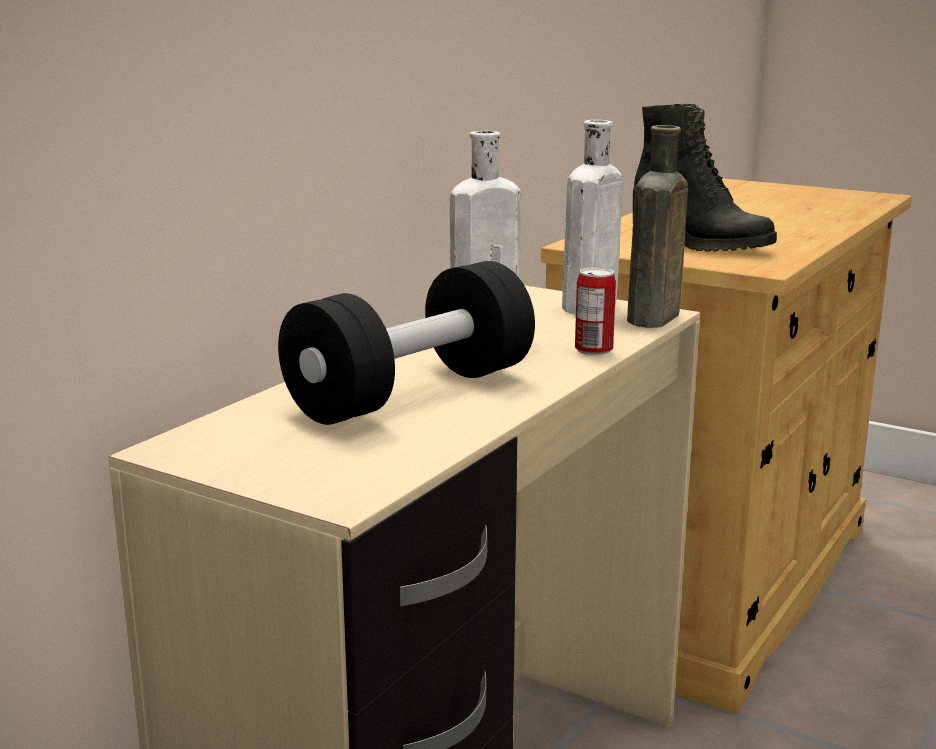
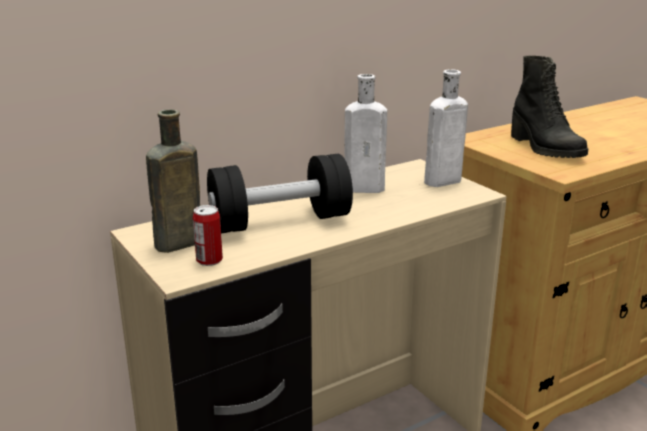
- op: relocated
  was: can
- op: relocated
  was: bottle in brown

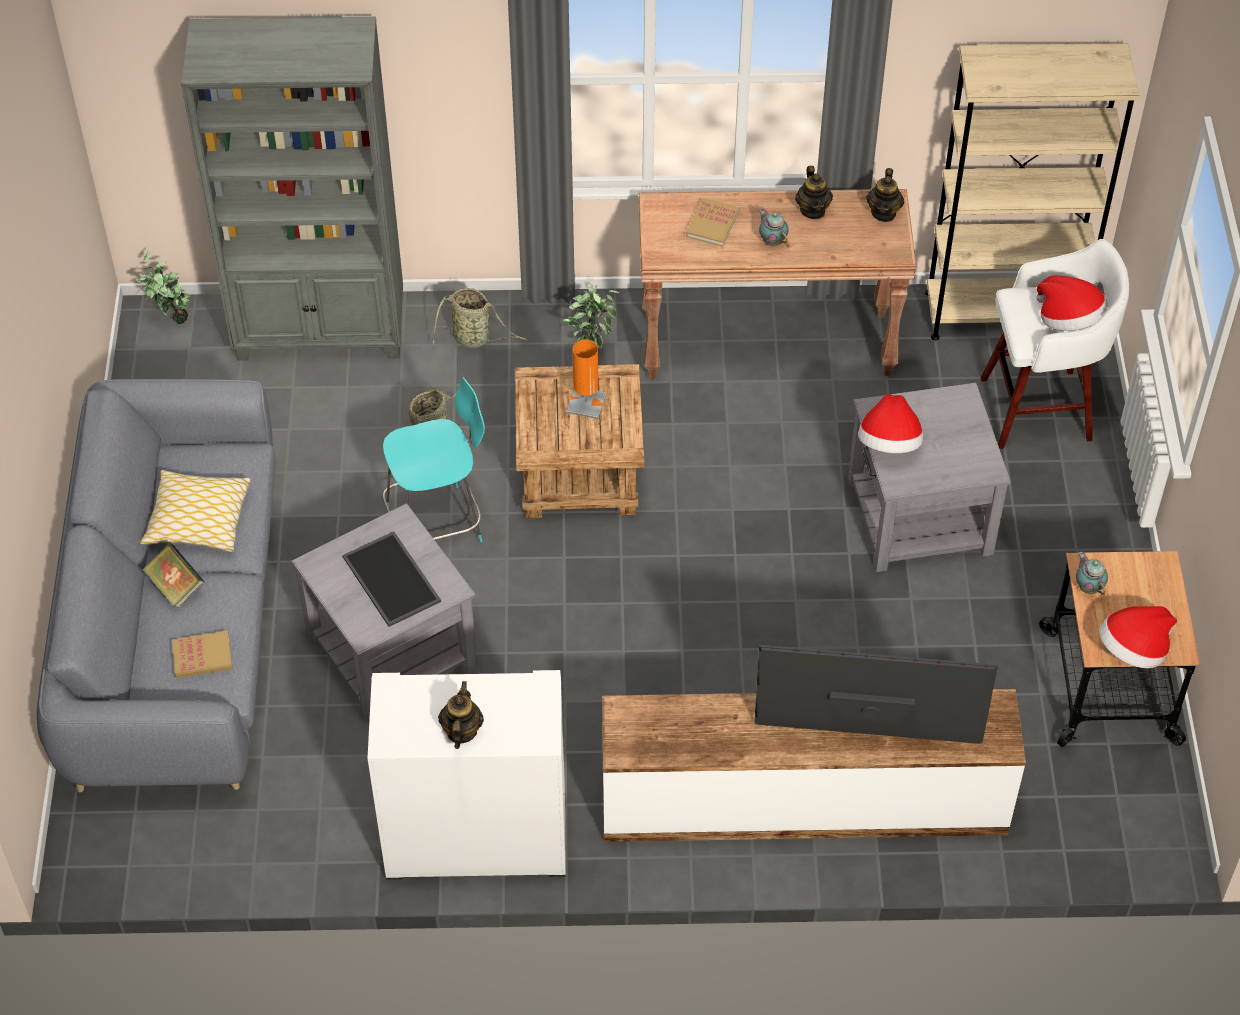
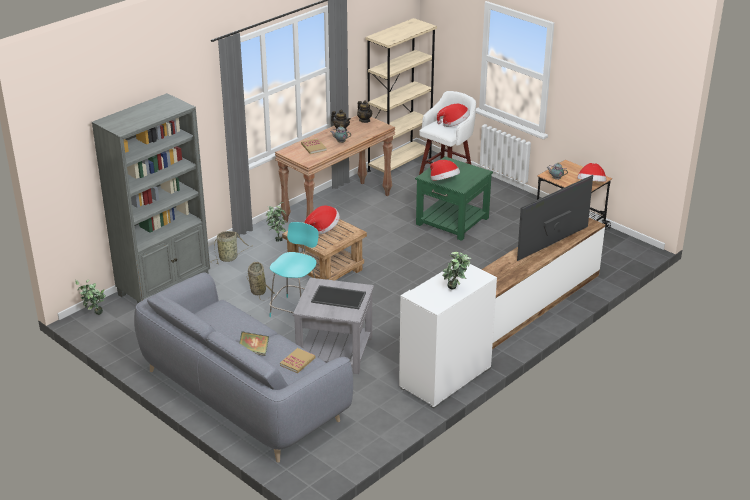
- op: missing
  was: pillow
- op: exchanged
  was: teapot (no. 1 from left)
  now: potted plant (no. 3 from left)
- op: exchanged
  was: table lamp in orange
  now: hat (no. 1 from left)
- op: colour
  was: side table in grey (no. 2 from left)
  now: side table in green

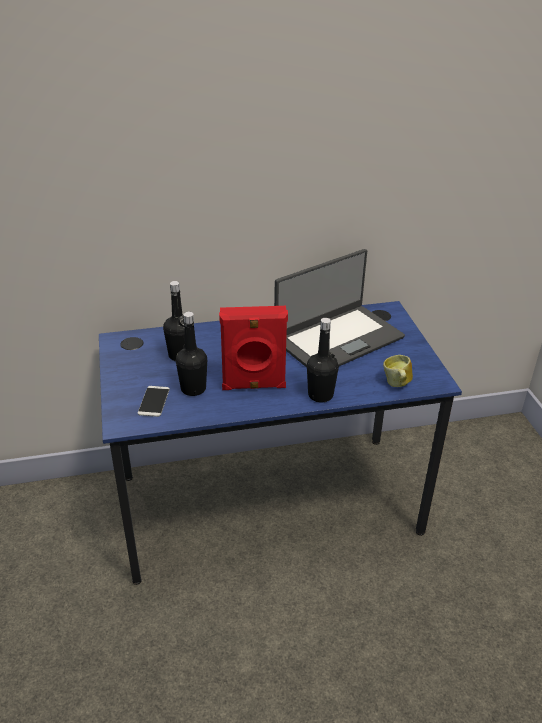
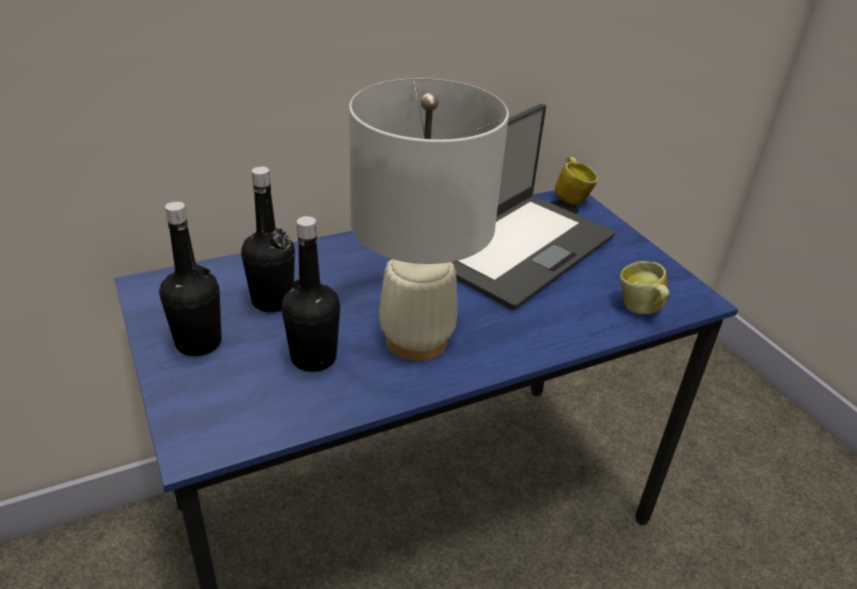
- op: missing
  was: phone
- op: exchanged
  was: speaker in red
  now: table lamp in white
- op: relocated
  was: bottle in black (no. 3 from left in the first image)
  now: bottle in black (no. 1 from left)
- op: appeared
  now: mug (no. 1 from left)

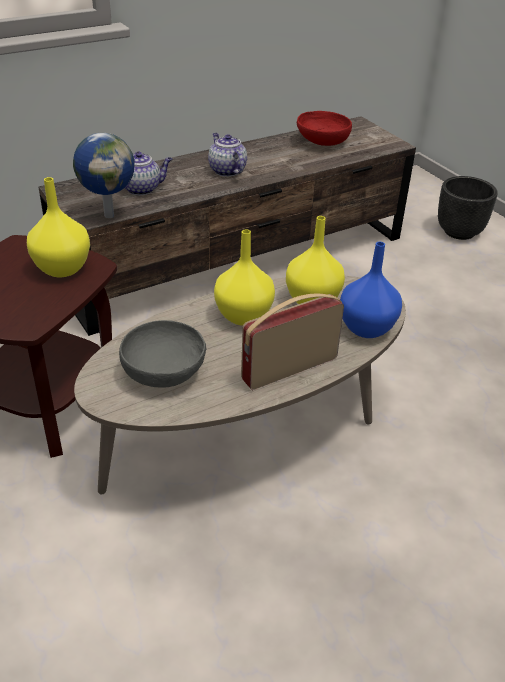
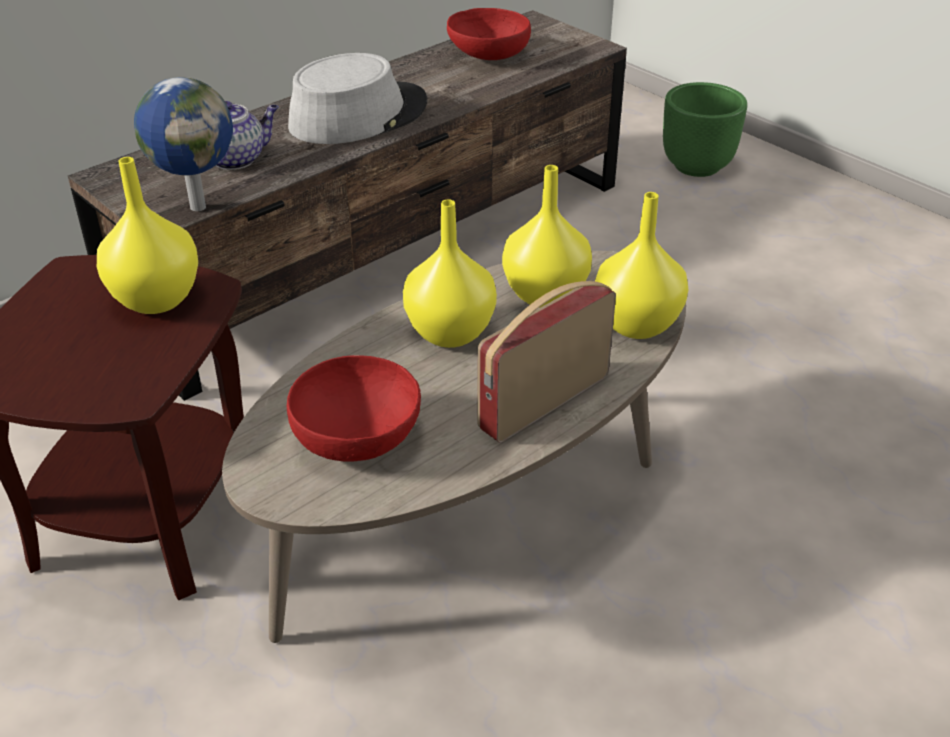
- op: colour
  was: bowl in grey
  now: bowl in red (no. 1 from left)
- op: exchanged
  was: teapot (no. 2 from left)
  now: hat in grey
- op: colour
  was: vase in blue
  now: vase in yellow (no. 4 from left)
- op: colour
  was: planter in black
  now: planter in green

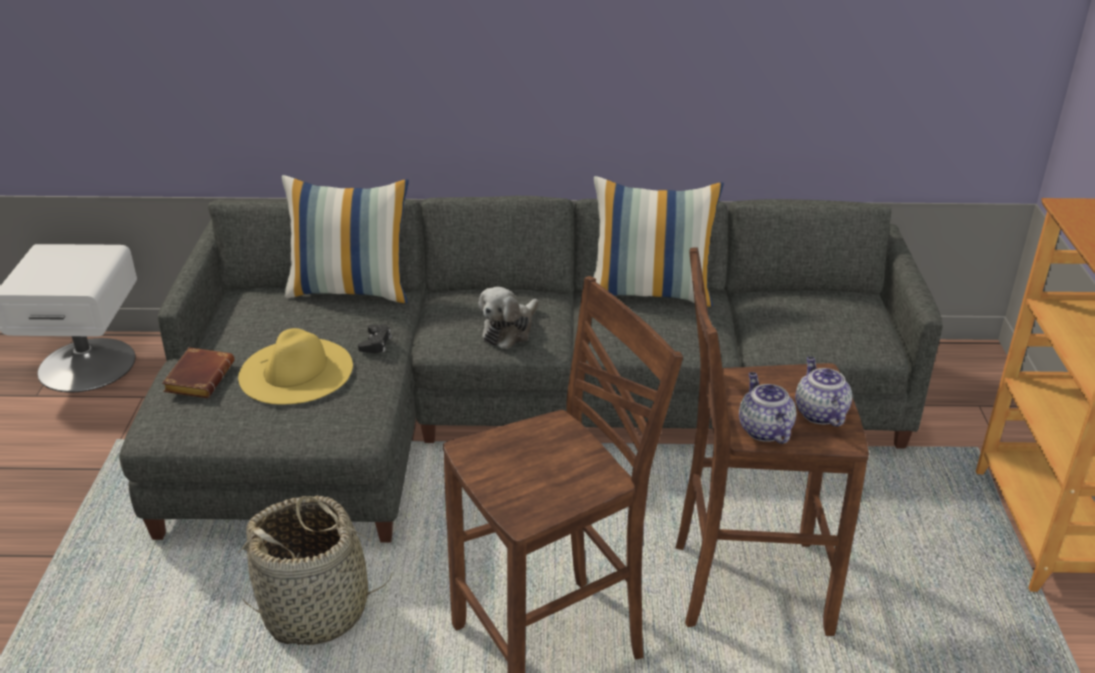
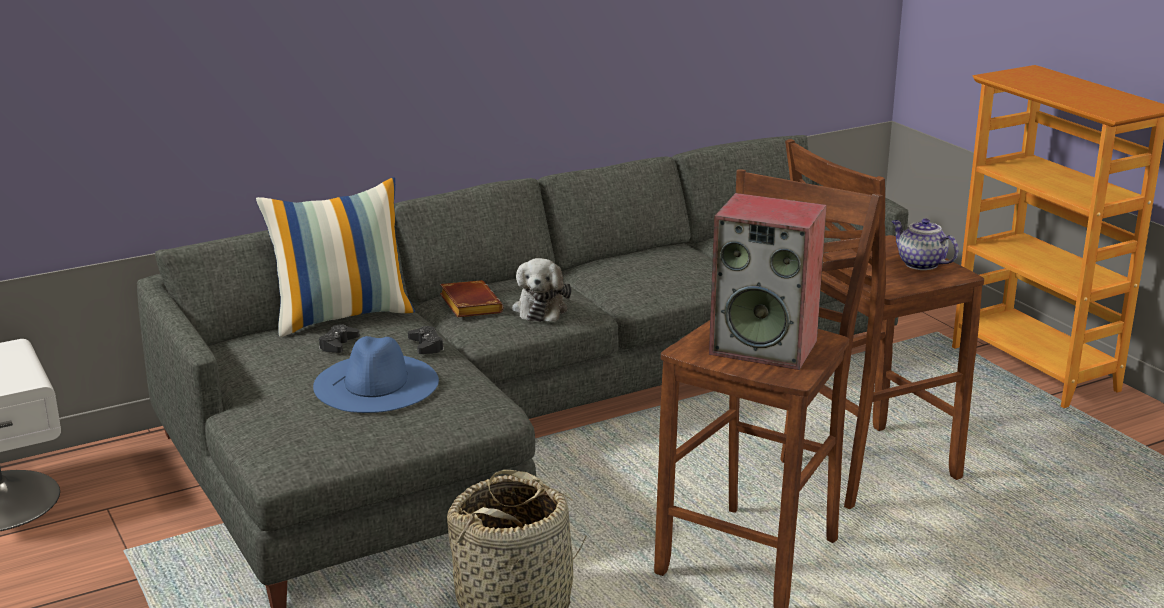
- op: relocated
  was: book in brown
- op: colour
  was: hat in yellow
  now: hat in blue
- op: missing
  was: pillow (no. 2 from left)
- op: missing
  was: teapot (no. 1 from left)
- op: appeared
  now: game controller in black (no. 1 from left)
- op: appeared
  now: speaker

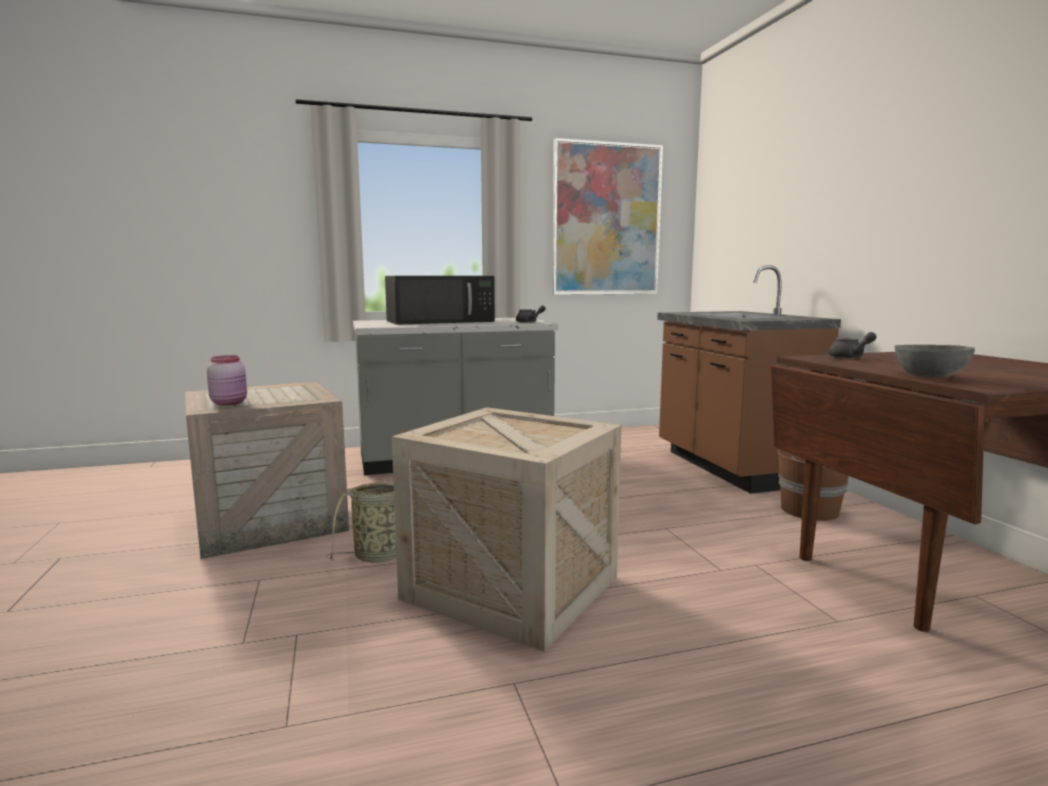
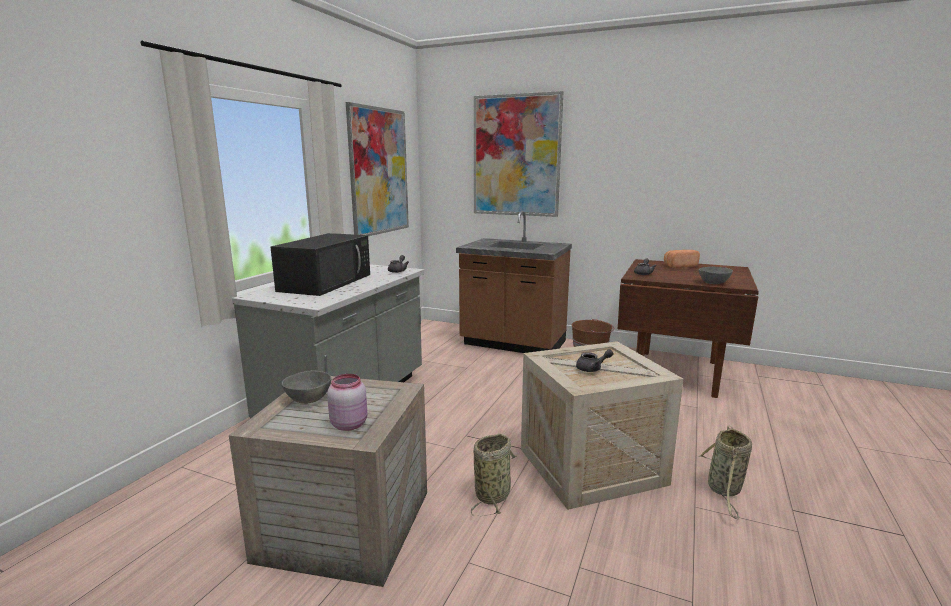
- op: appeared
  now: bowl in grey (no. 1 from left)
- op: appeared
  now: picture (no. 2 from left)
- op: appeared
  now: teapot in grey (no. 2 from left)
- op: appeared
  now: bread
- op: appeared
  now: basket (no. 2 from left)

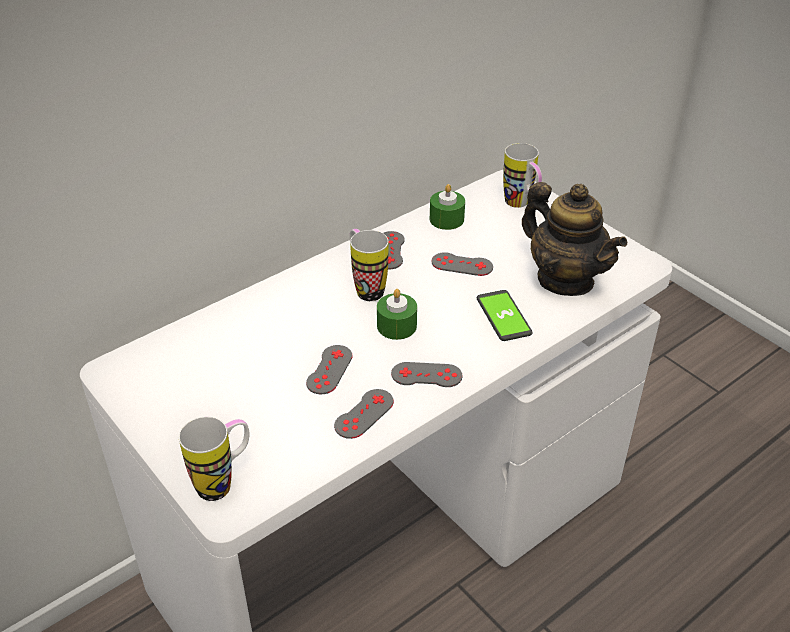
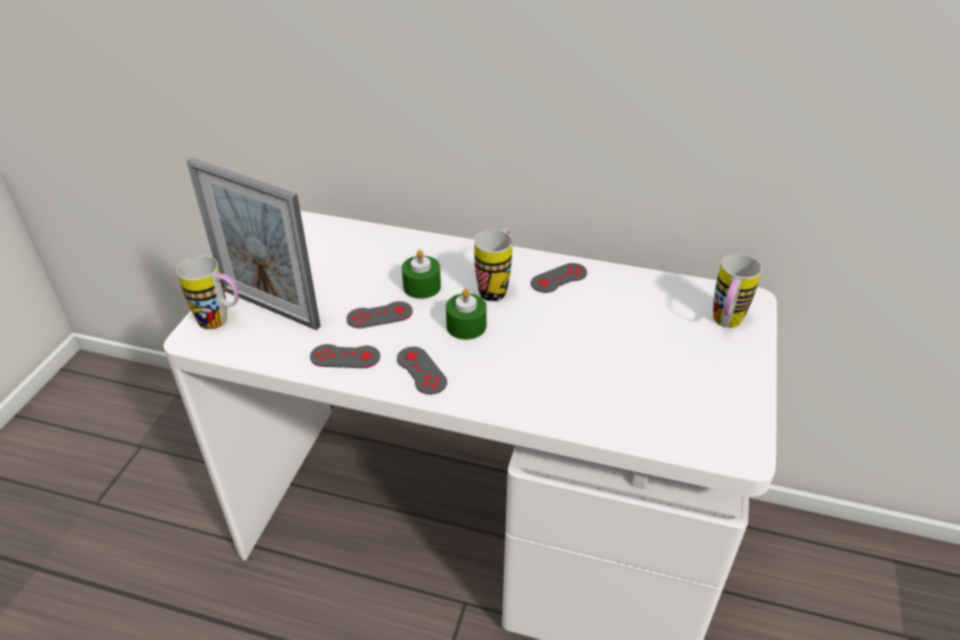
- op: relocated
  was: candle in green (no. 2 from left in the first image)
  now: candle in green (no. 1 from left)
- op: missing
  was: game controller in grey (no. 5 from left)
- op: missing
  was: phone
- op: missing
  was: teapot
- op: appeared
  now: picture frame

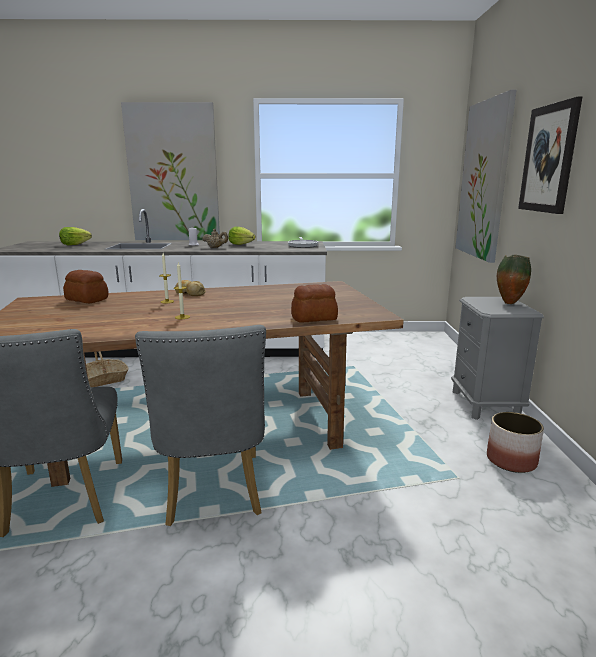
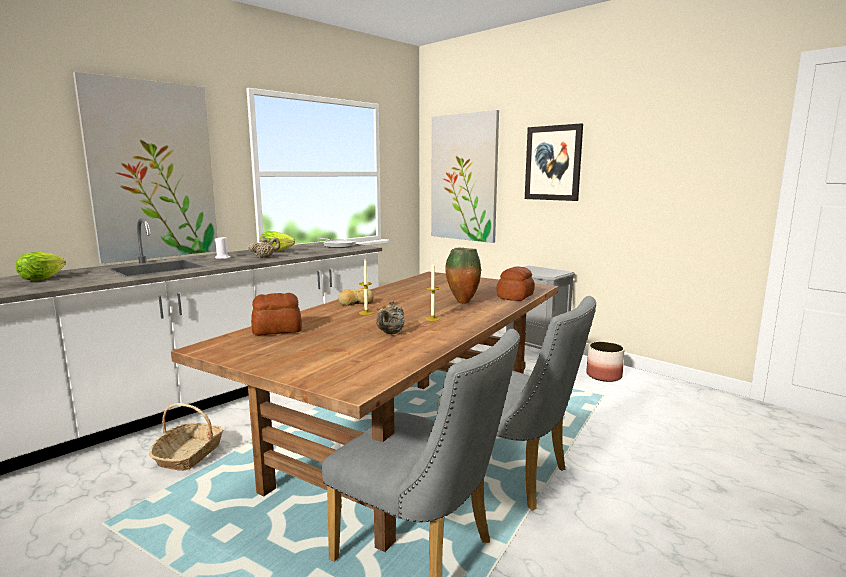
- op: relocated
  was: vase
- op: appeared
  now: teapot in beige (no. 2 from left)

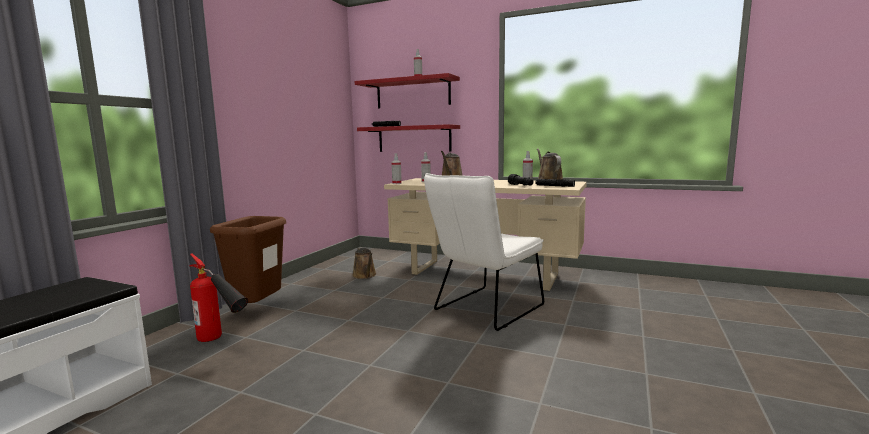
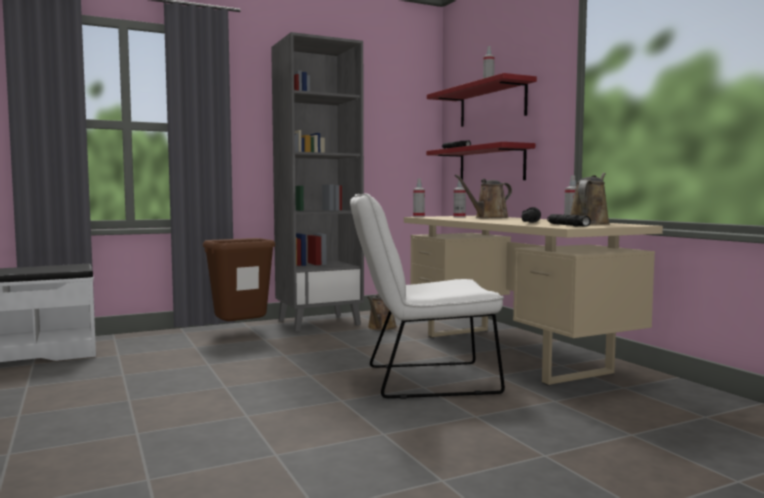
- op: missing
  was: fire extinguisher
- op: appeared
  now: bookcase in grey

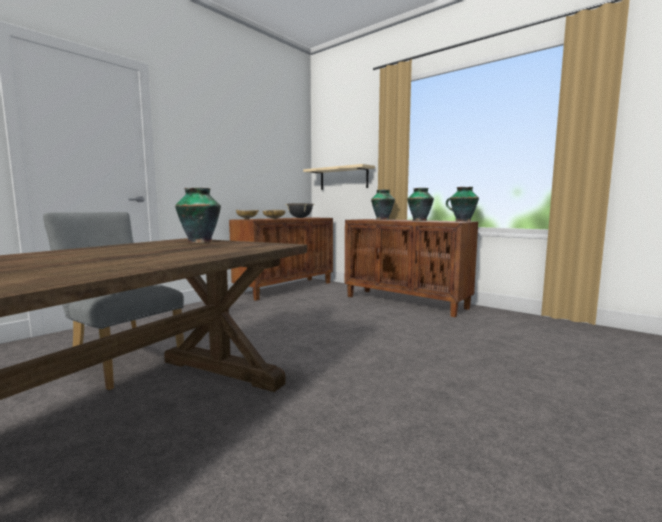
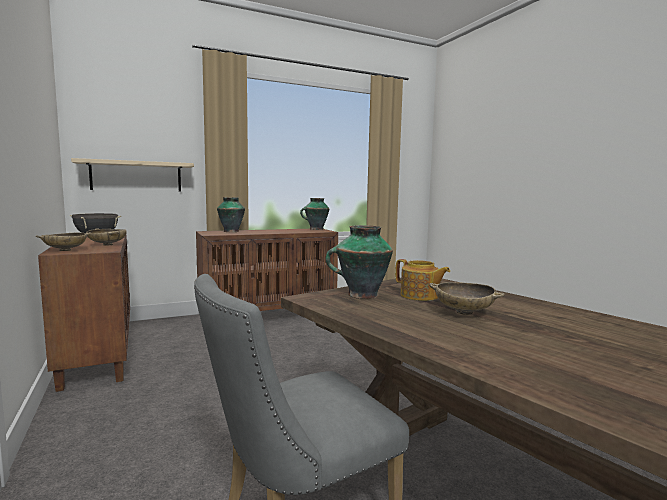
- op: missing
  was: vase (no. 3 from left)
- op: appeared
  now: teapot
- op: appeared
  now: bowl in beige (no. 3 from left)

